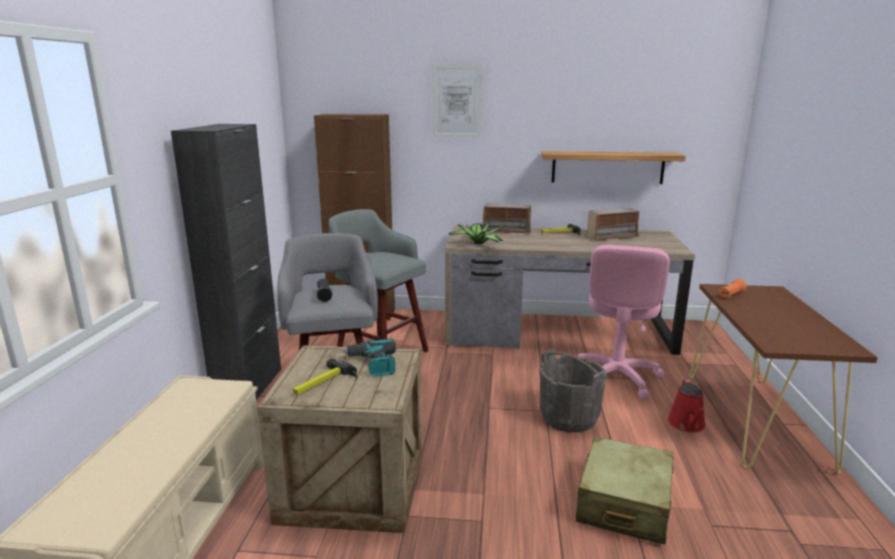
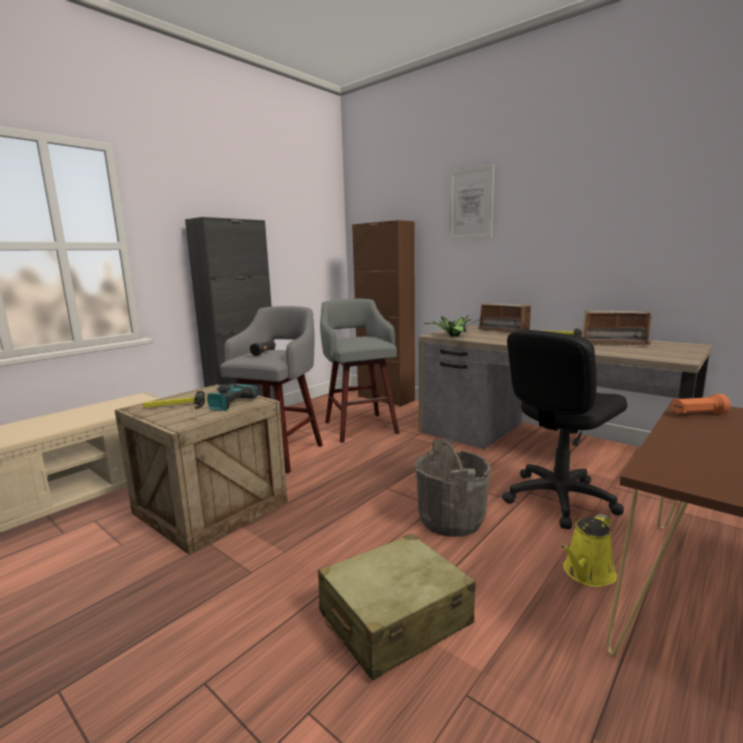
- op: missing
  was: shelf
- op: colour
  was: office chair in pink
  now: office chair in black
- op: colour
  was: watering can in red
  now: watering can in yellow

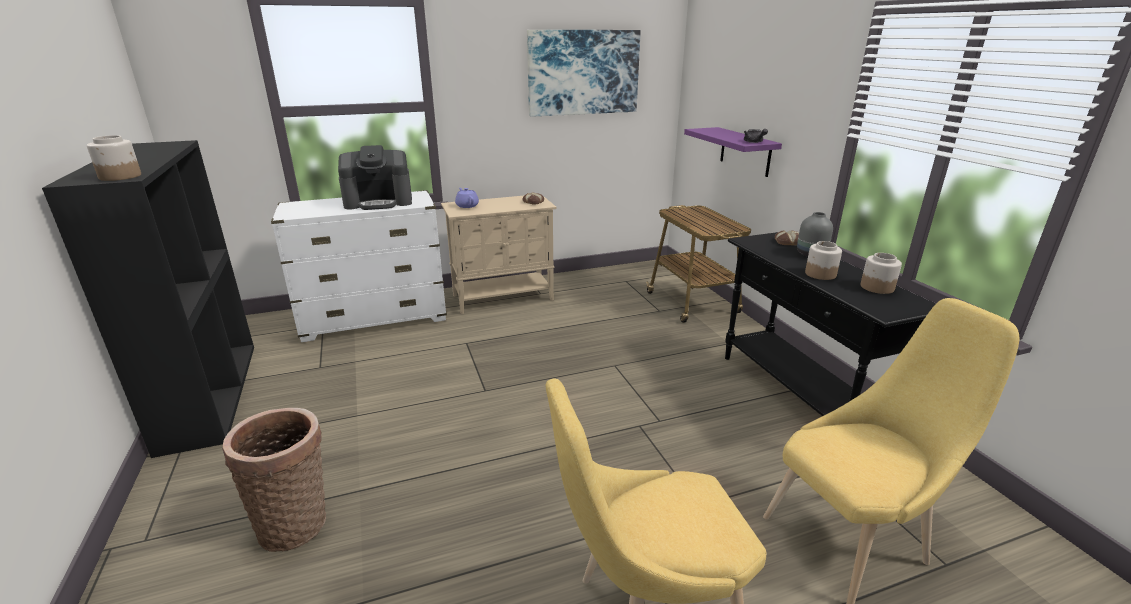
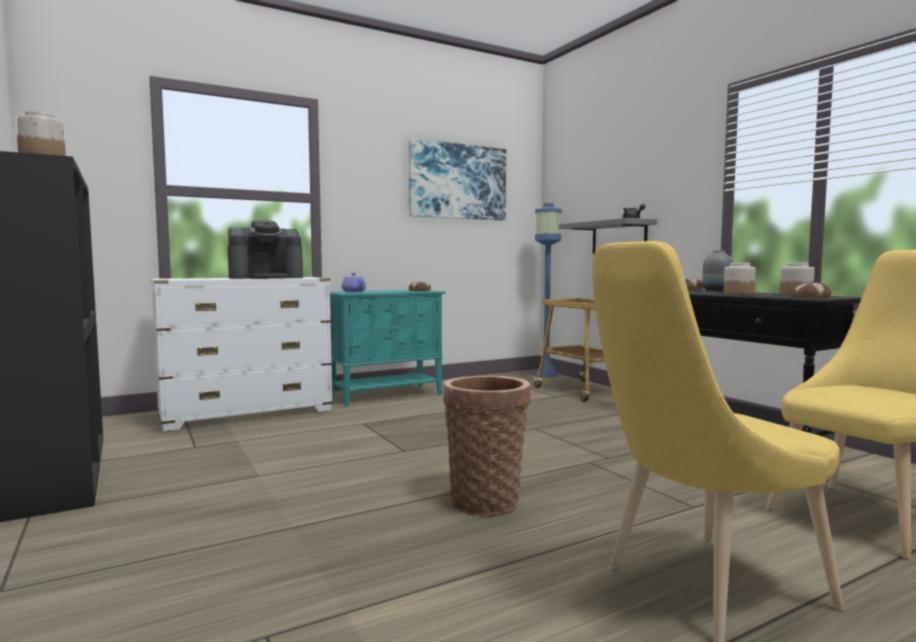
- op: relocated
  was: basket
- op: colour
  was: cabinet in beige
  now: cabinet in turquoise
- op: colour
  was: shelf in purple
  now: shelf in grey
- op: appeared
  now: floor lamp in blue
- op: appeared
  now: bread (no. 3 from left)

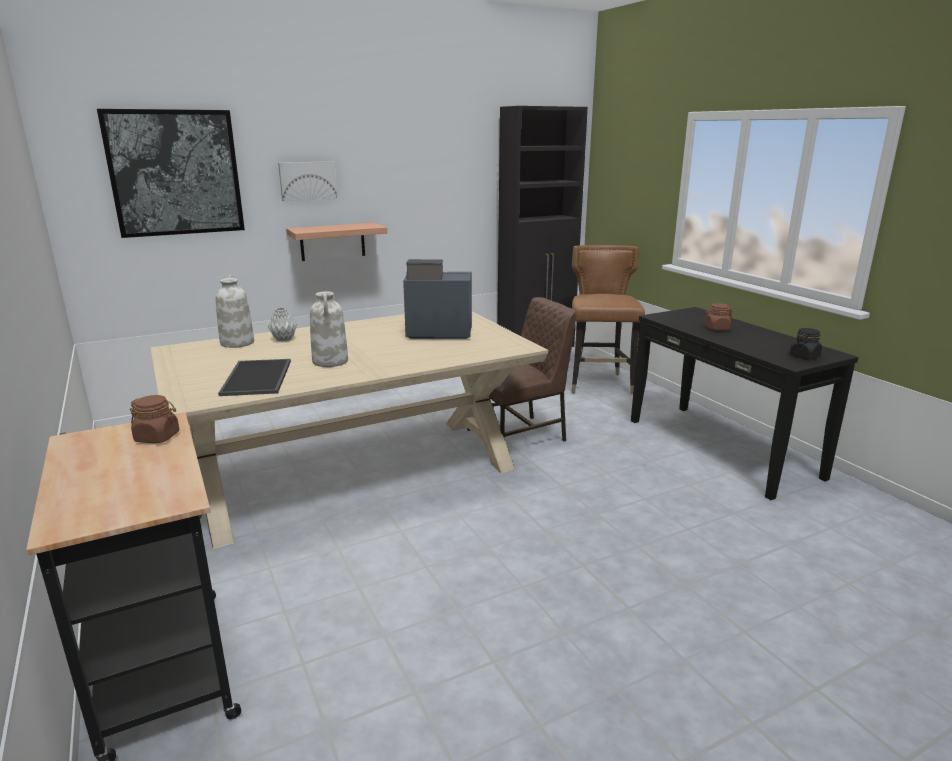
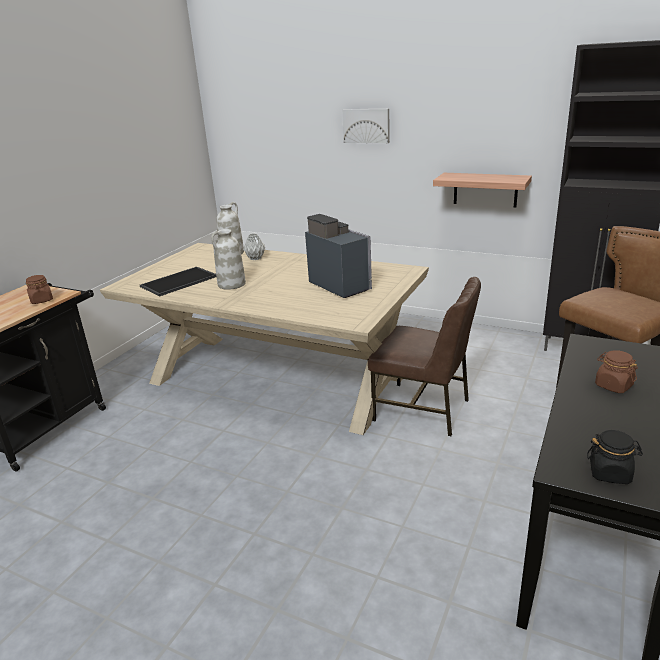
- op: missing
  was: picture (no. 1 from left)
- op: relocated
  was: shelf

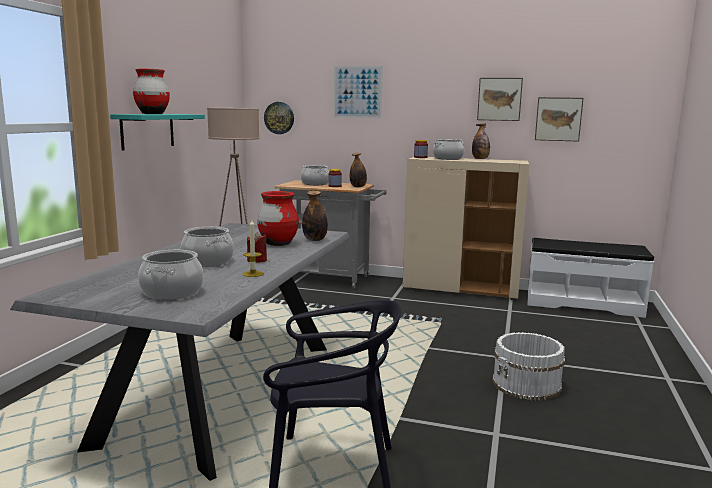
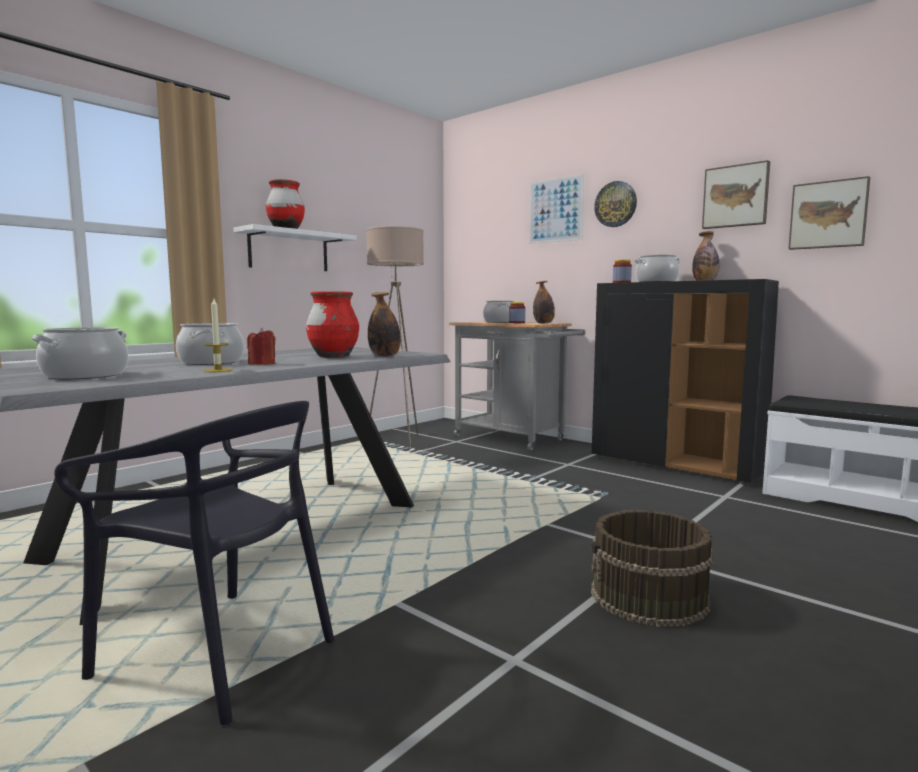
- op: colour
  was: shelf in turquoise
  now: shelf in white
- op: relocated
  was: wall clock
- op: colour
  was: cabinet in beige
  now: cabinet in black
- op: colour
  was: bucket in white
  now: bucket in brown

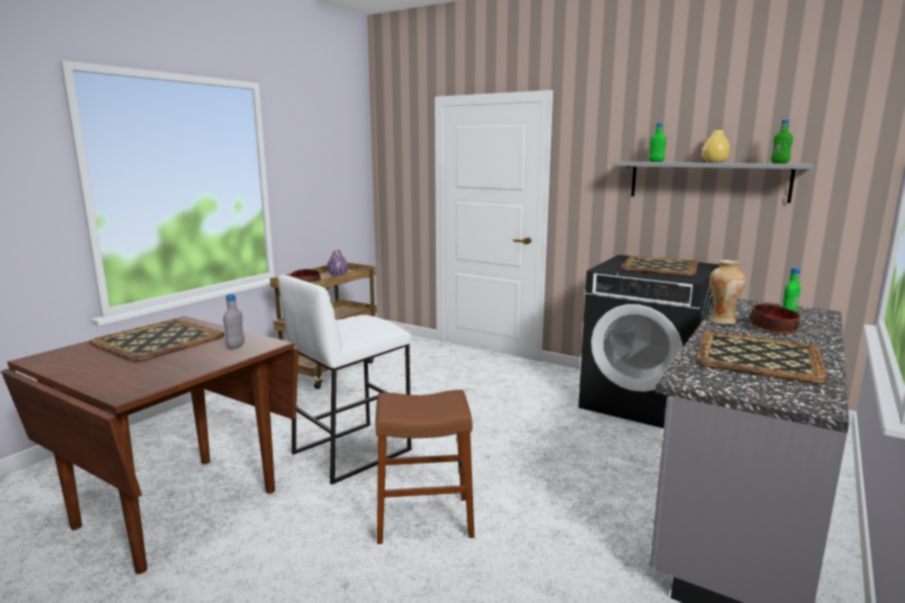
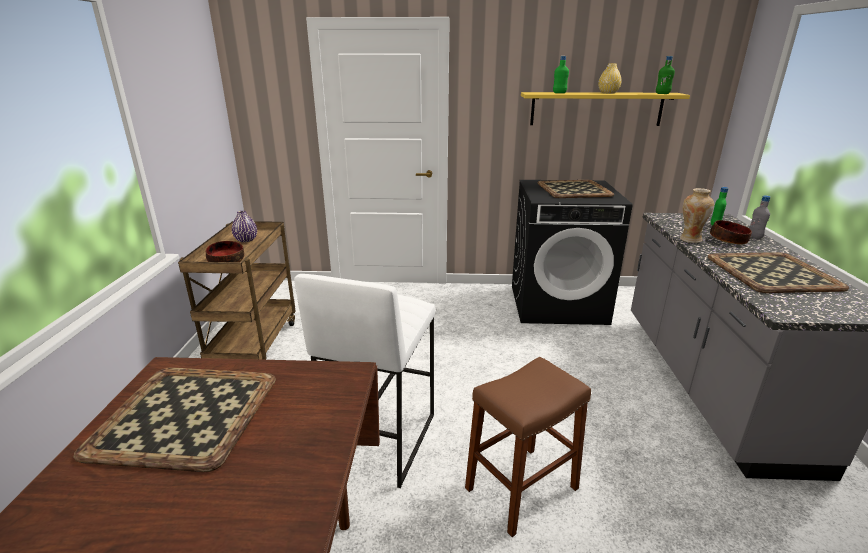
- op: relocated
  was: bottle in grey
- op: colour
  was: shelf in grey
  now: shelf in yellow

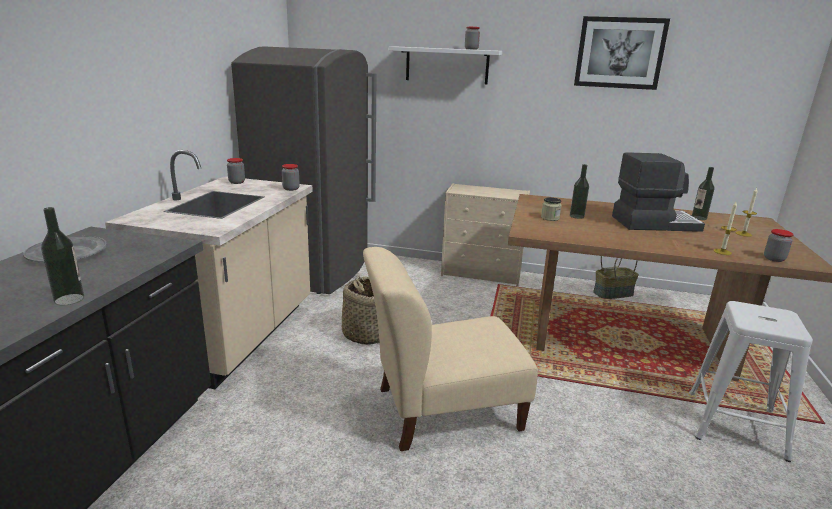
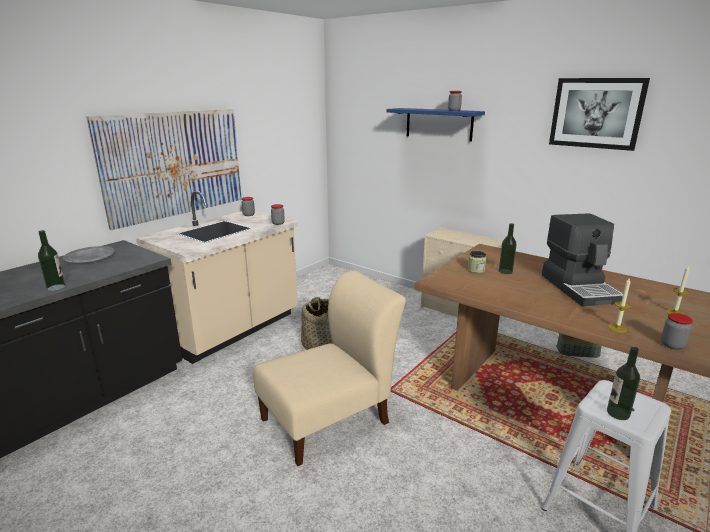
- op: missing
  was: fridge in grey
- op: spun
  was: chair in beige
  clockwise: 135
- op: colour
  was: shelf in white
  now: shelf in blue
- op: spun
  was: coffee machine
  clockwise: 60
- op: relocated
  was: bottle (no. 3 from left)
- op: appeared
  now: picture (no. 1 from left)

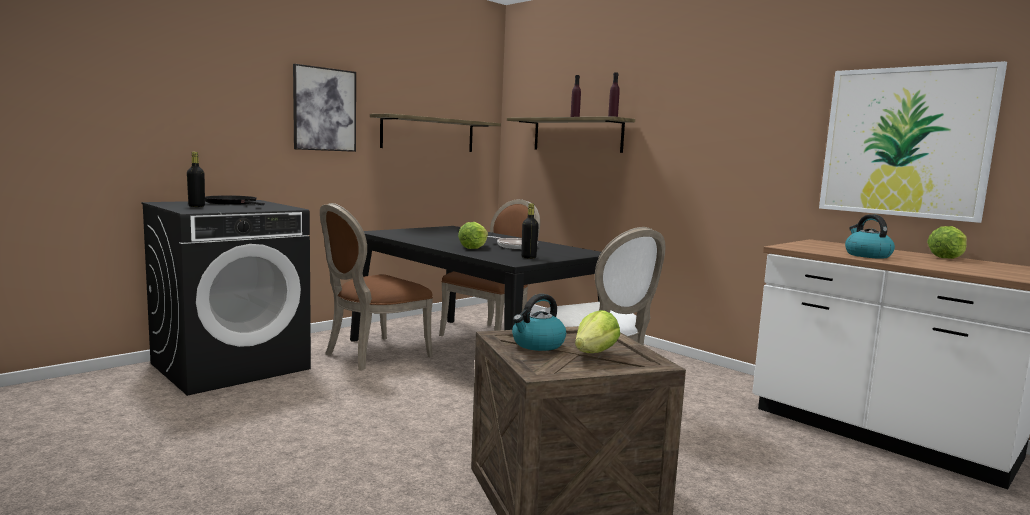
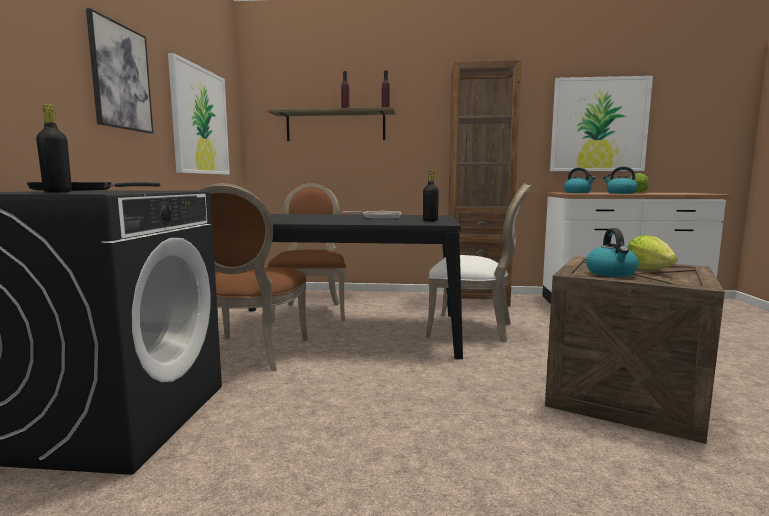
- op: exchanged
  was: shelf (no. 1 from left)
  now: picture (no. 2 from left)
- op: missing
  was: lettuce (no. 1 from left)
- op: appeared
  now: bookcase in brown
- op: appeared
  now: kettle (no. 1 from left)

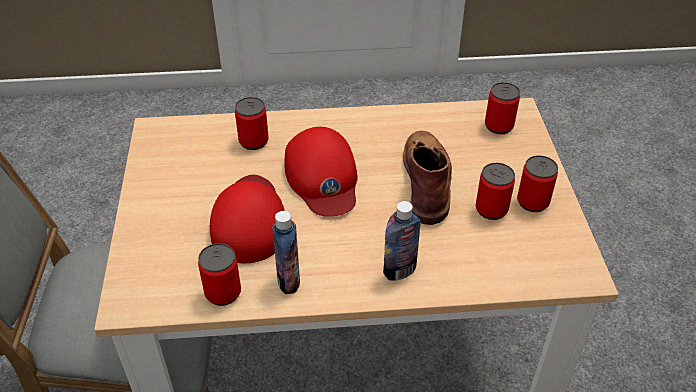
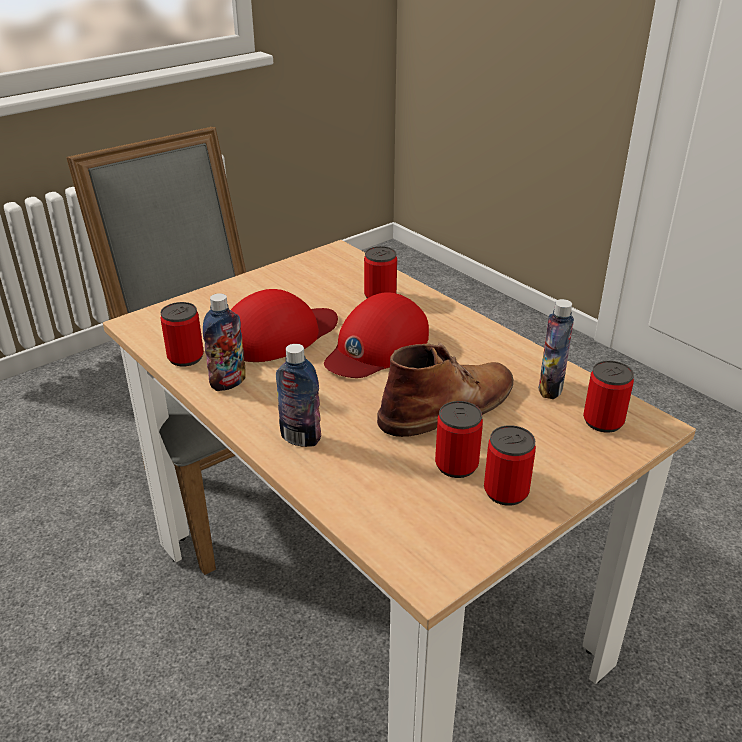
- op: appeared
  now: bottle (no. 3 from left)

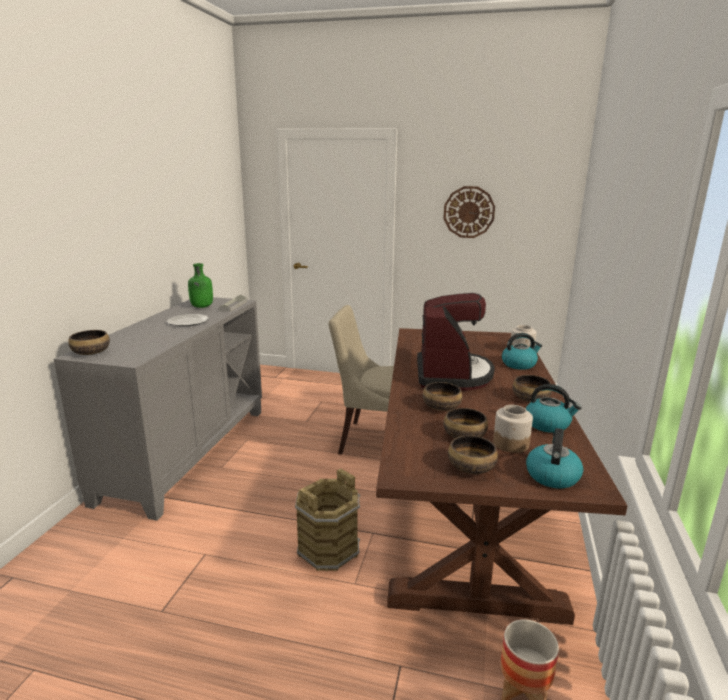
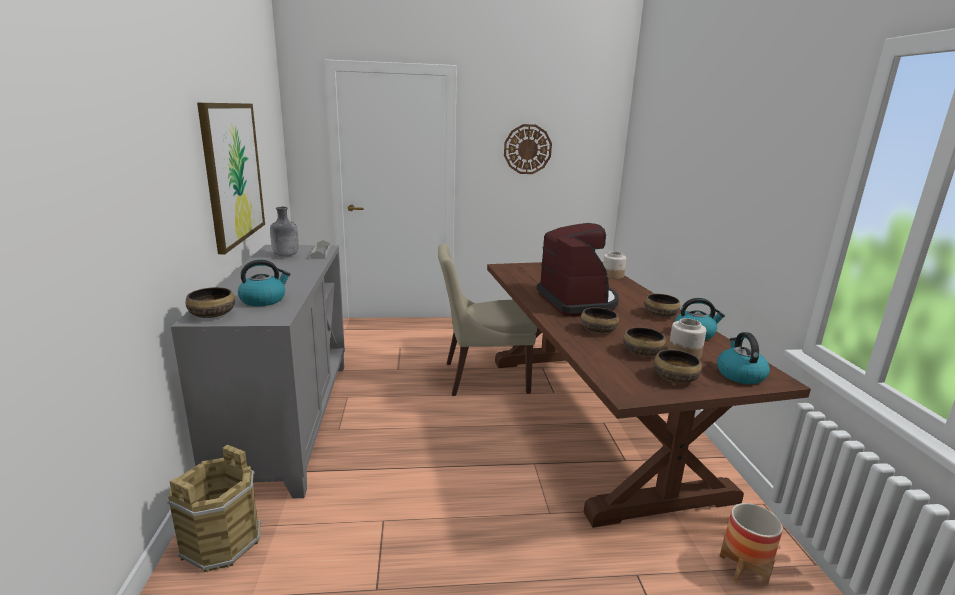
- op: missing
  was: plate
- op: colour
  was: bottle in green
  now: bottle in grey
- op: relocated
  was: bucket in brown
- op: relocated
  was: kettle (no. 1 from left)
- op: appeared
  now: picture

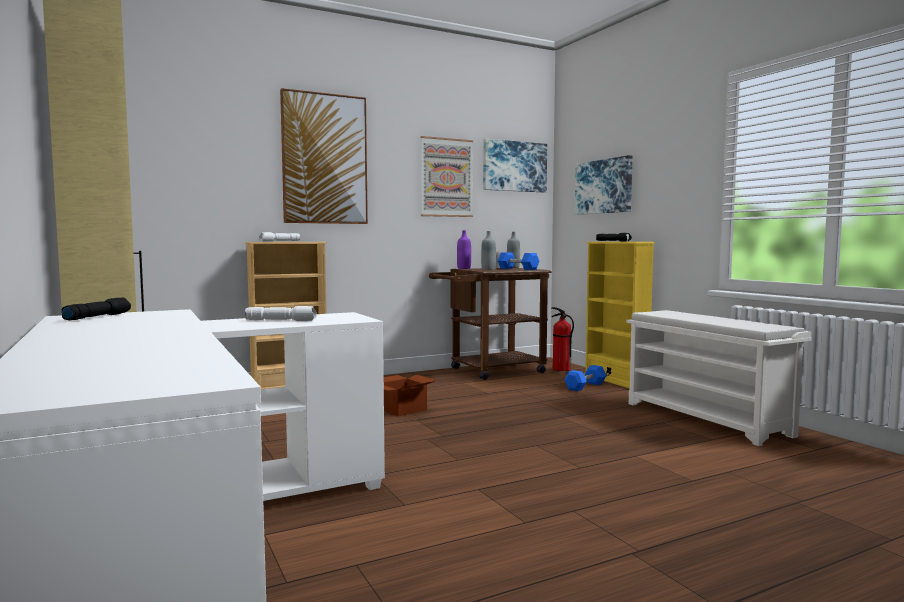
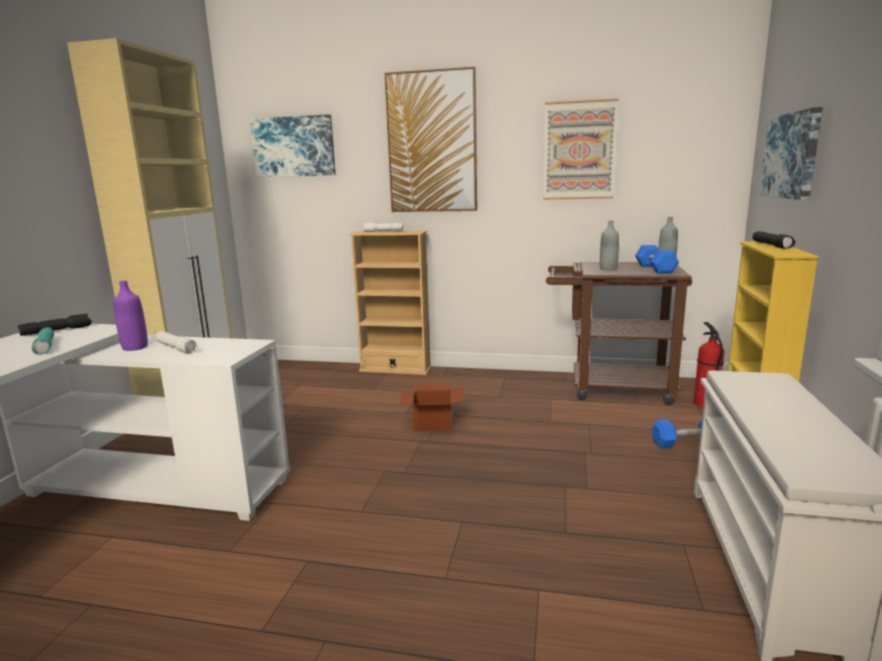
- op: relocated
  was: bottle in purple
- op: relocated
  was: picture (no. 3 from left in the first image)
  now: picture (no. 1 from left)
- op: appeared
  now: flashlight in turquoise

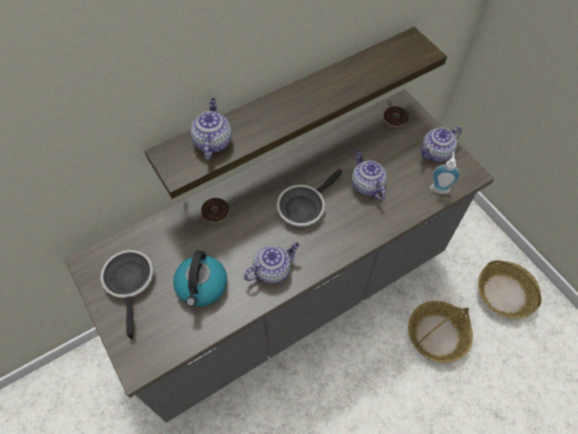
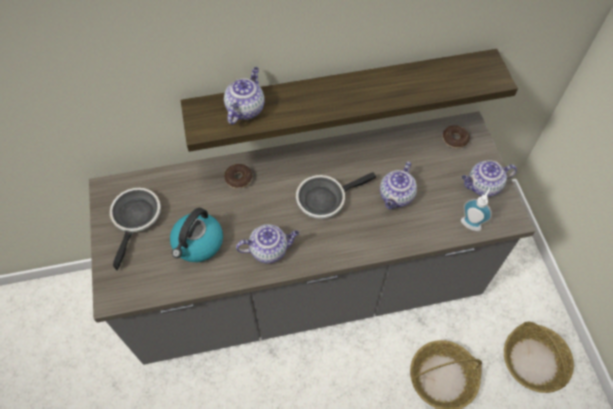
- op: spun
  was: teapot (no. 3 from left)
  clockwise: -150

